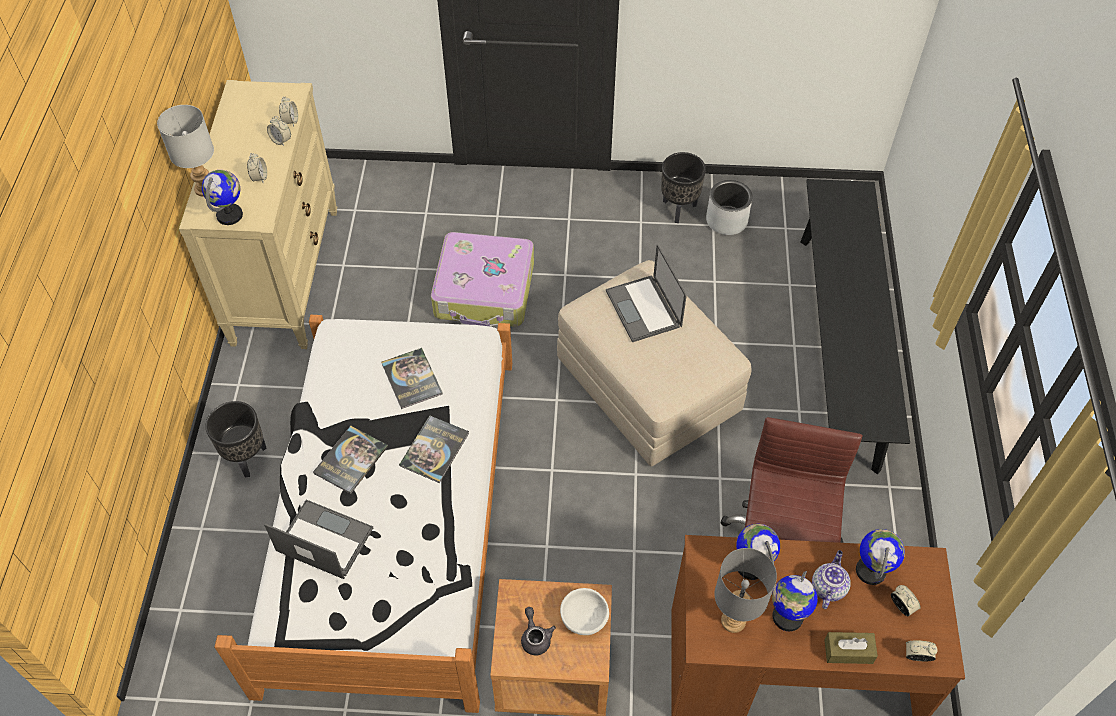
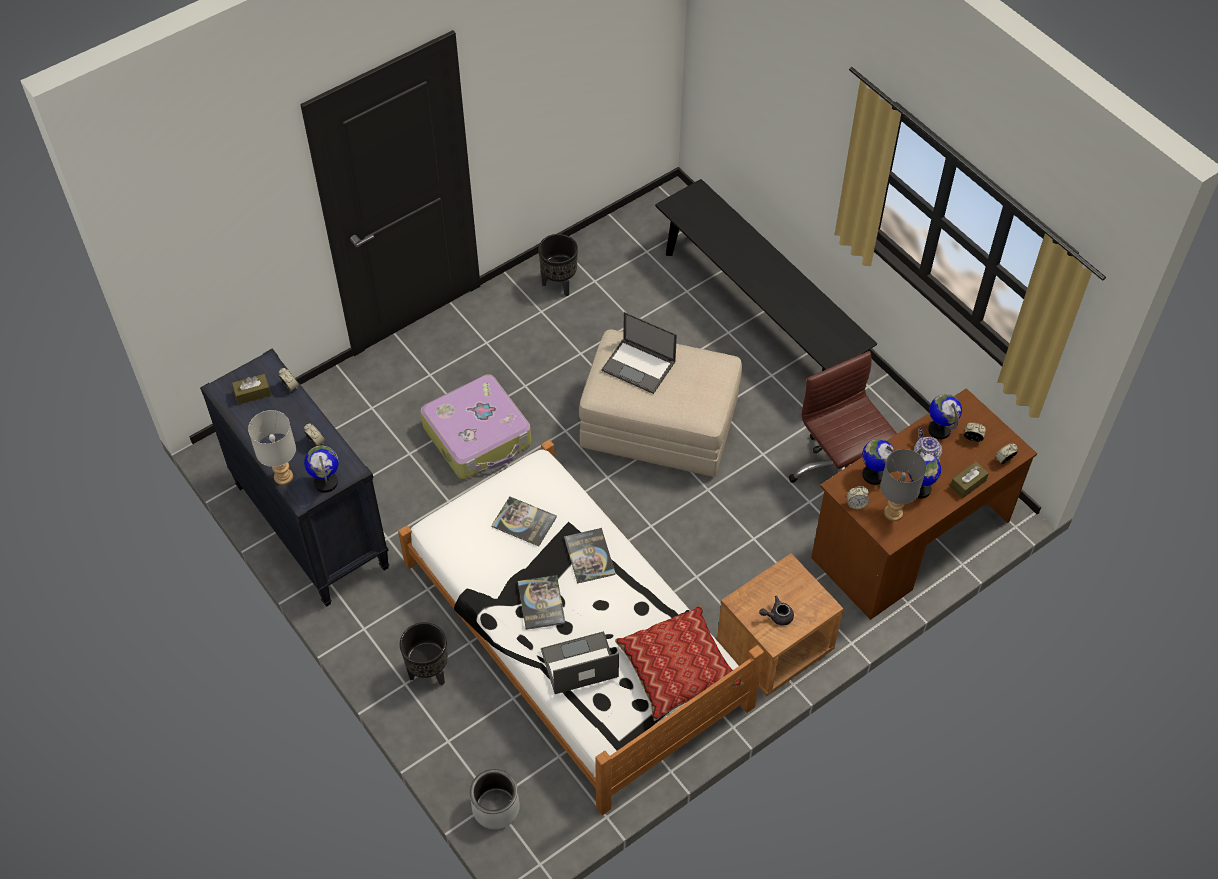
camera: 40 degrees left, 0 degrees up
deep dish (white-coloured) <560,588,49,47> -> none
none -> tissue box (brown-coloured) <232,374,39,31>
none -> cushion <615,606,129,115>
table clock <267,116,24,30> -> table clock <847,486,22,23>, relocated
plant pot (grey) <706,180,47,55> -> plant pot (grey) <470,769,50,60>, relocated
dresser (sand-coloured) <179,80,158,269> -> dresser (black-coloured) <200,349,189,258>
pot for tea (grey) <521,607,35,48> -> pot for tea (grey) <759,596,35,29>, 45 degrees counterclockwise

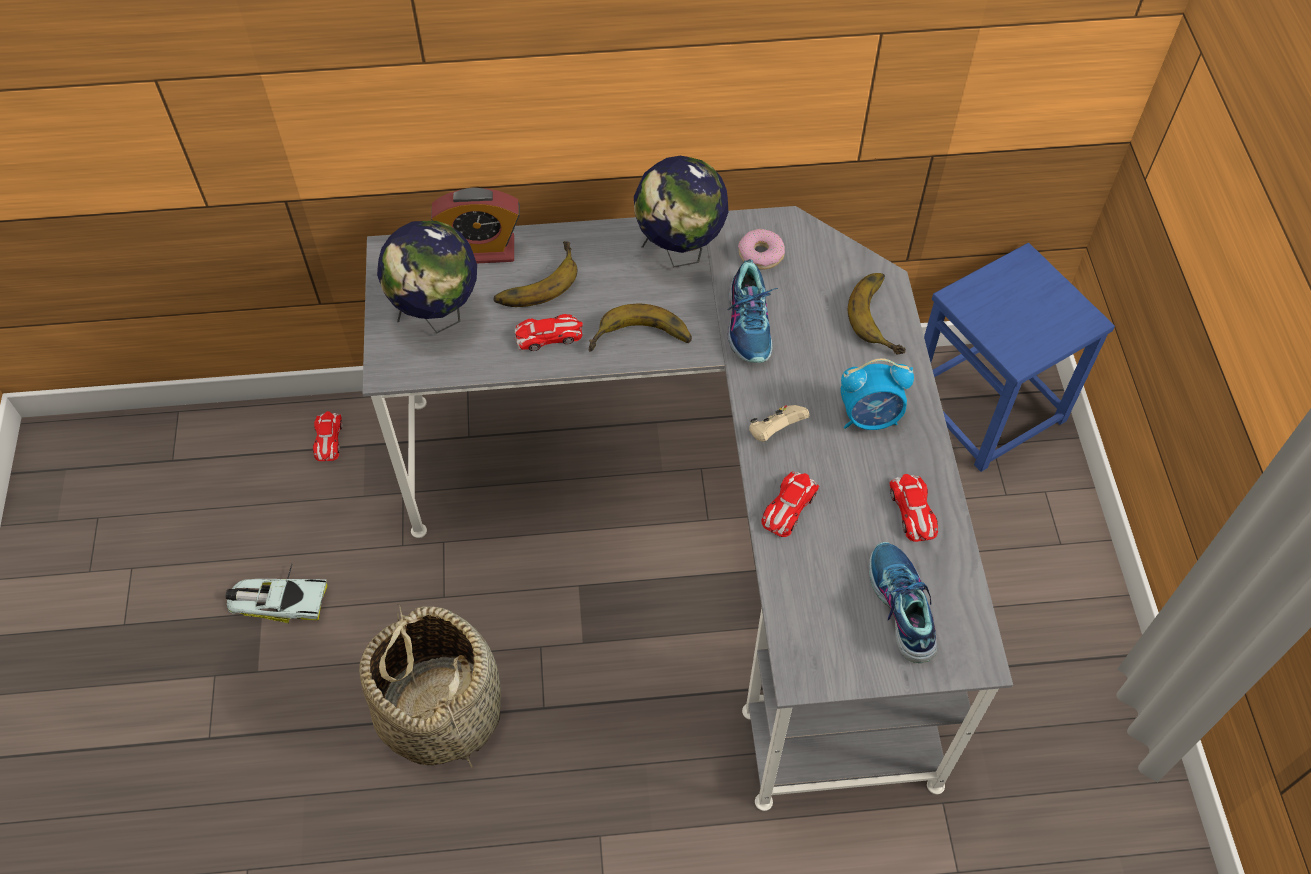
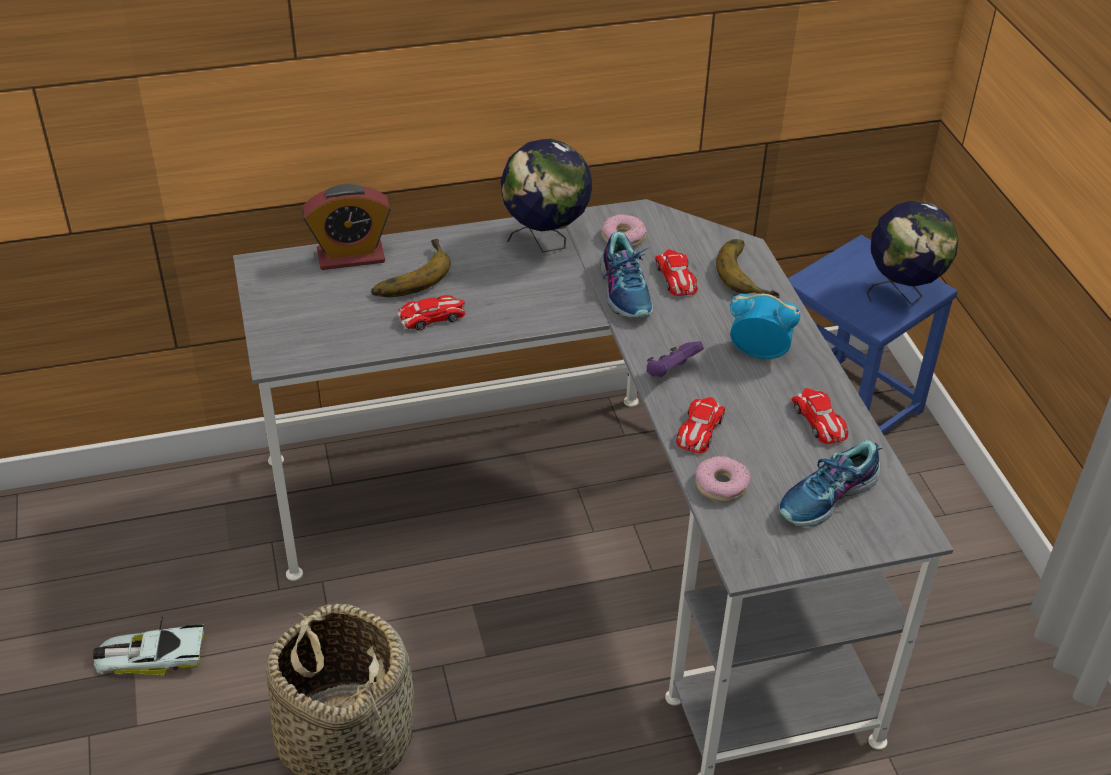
camera: 10 degrees left, 15 degrees down
banana <589,304,103,48> -> none
none -> doughnut <695,456,55,46>
toy car <313,411,29,50> -> toy car <655,249,43,47>, relocated
globe <377,221,100,112> -> globe <867,200,91,105>, relocated
game controller (sand-coloured) <749,405,60,37> -> game controller (purple-coloured) <646,341,58,37>
table clock <841,358,73,72> -> table clock <730,294,70,65>, 150 degrees counterclockwise
item of footwear <869,542,68,121> -> item of footwear <779,440,103,87>, 105 degrees counterclockwise

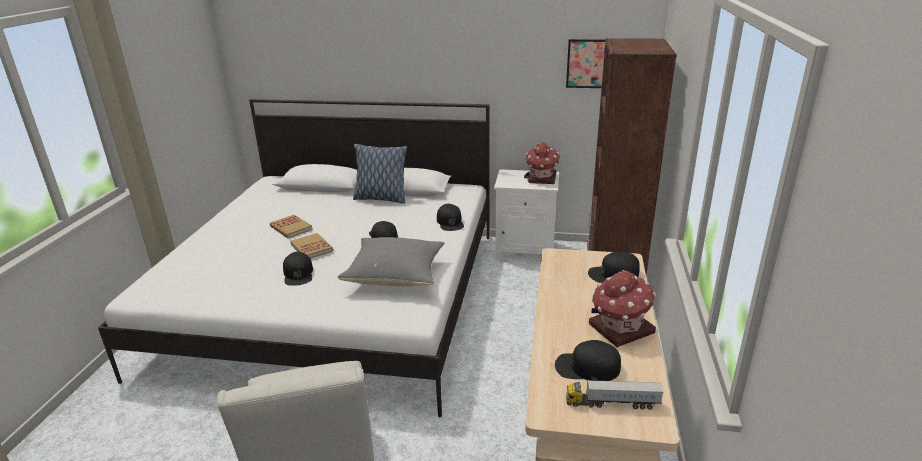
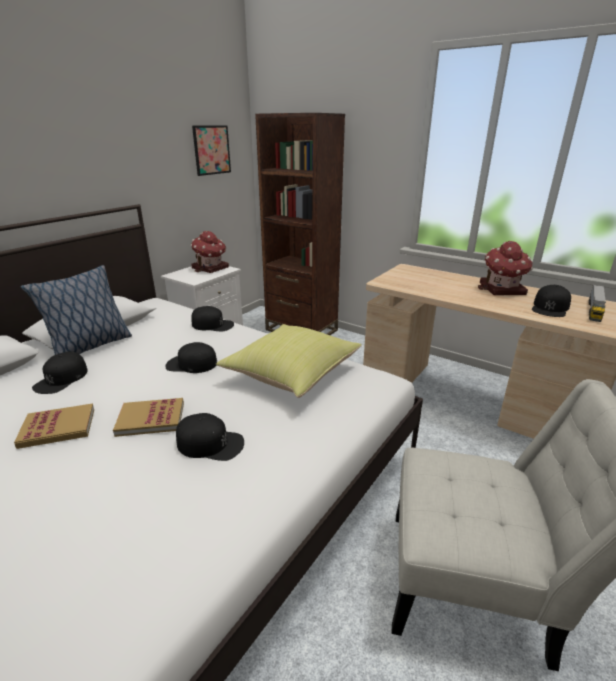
camera: 65 degrees left, 0 degrees up
baseball cap (black-coloured) <588,251,52,32> -> baseball cap (black-coloured) <32,351,56,43>, relocated
cushion (grey) <337,237,108,49> -> cushion (yellow) <216,324,146,74>

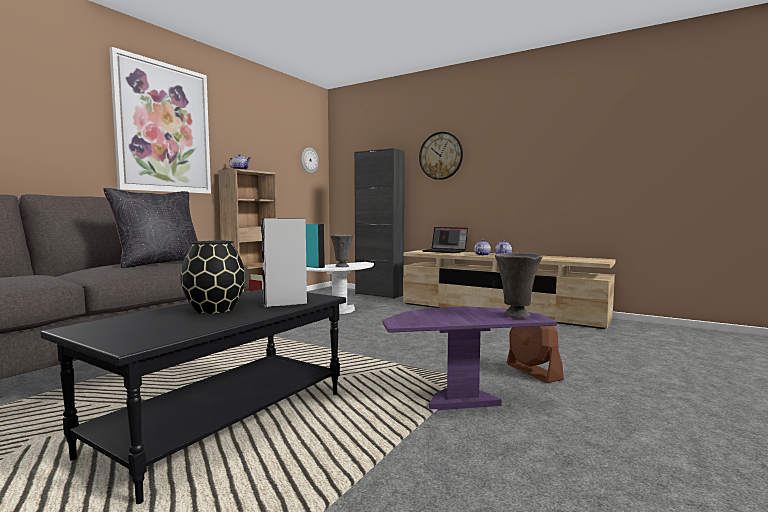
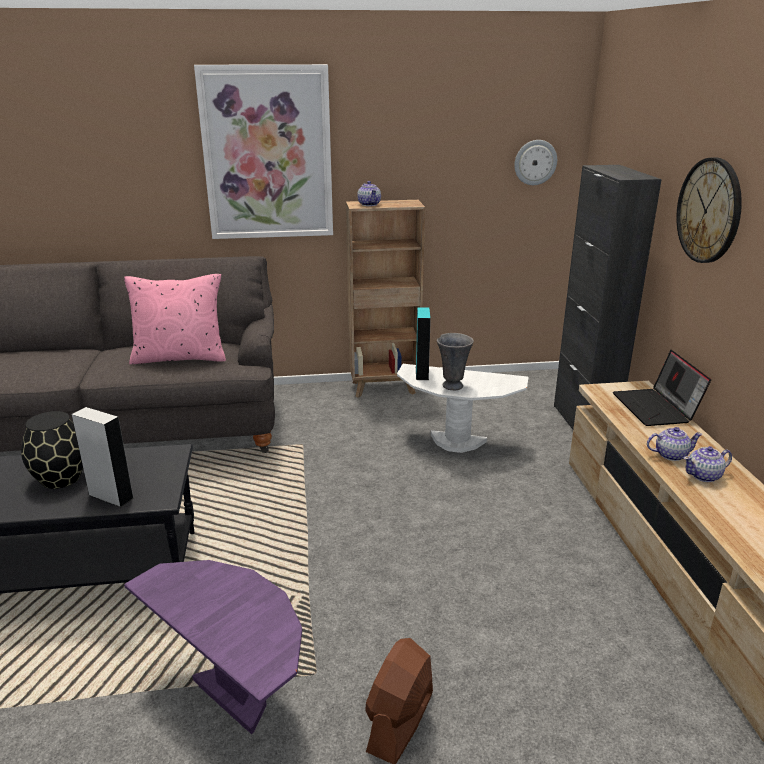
camera: 50 degrees right, 20 degrees up
decorative vase (grey) <495,253,48,65> -> none
cushion (black-coloured) <103,188,95,80> -> cushion (pink) <124,274,102,90>

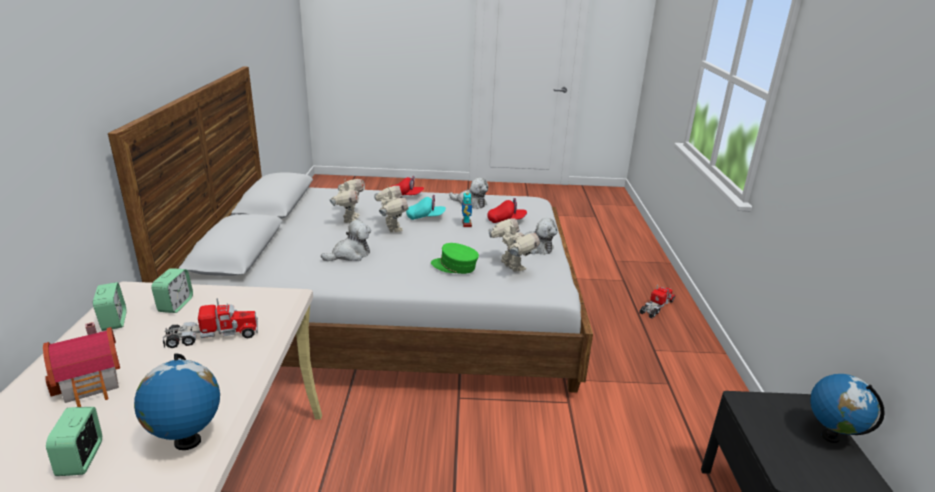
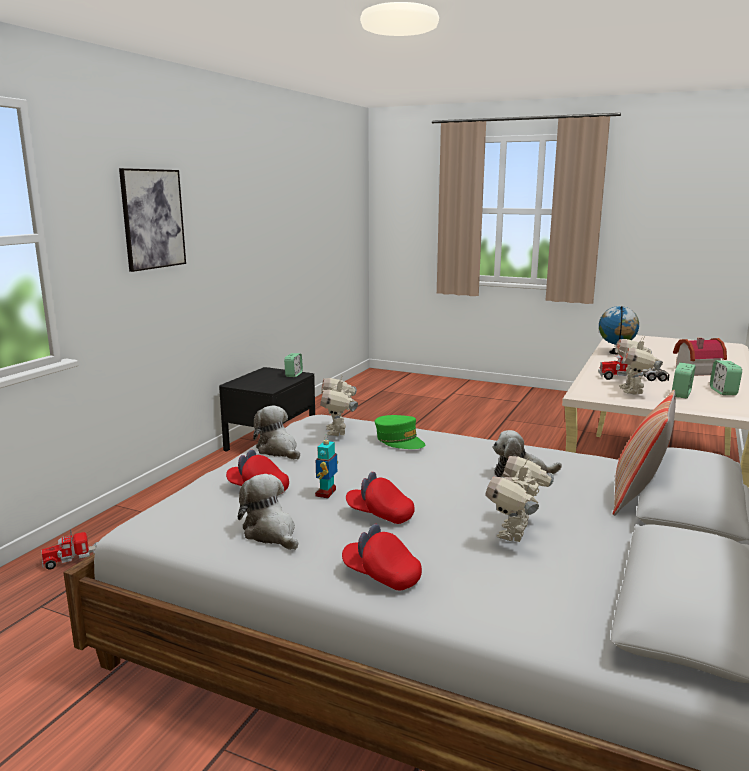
camera: 155 degrees left, 10 degrees down
globe <810,374,75,69> -> none
none -> wall art <119,168,67,104>
none -> cushion <613,389,63,127>
table clock <46,407,56,69> -> table clock <284,353,19,24>, relocated
robot figure <374,186,34,46> -> robot figure <615,336,48,59>, relocated
baseball cap (turquoise) <406,195,40,25> -> baseball cap (red) <346,472,69,52>

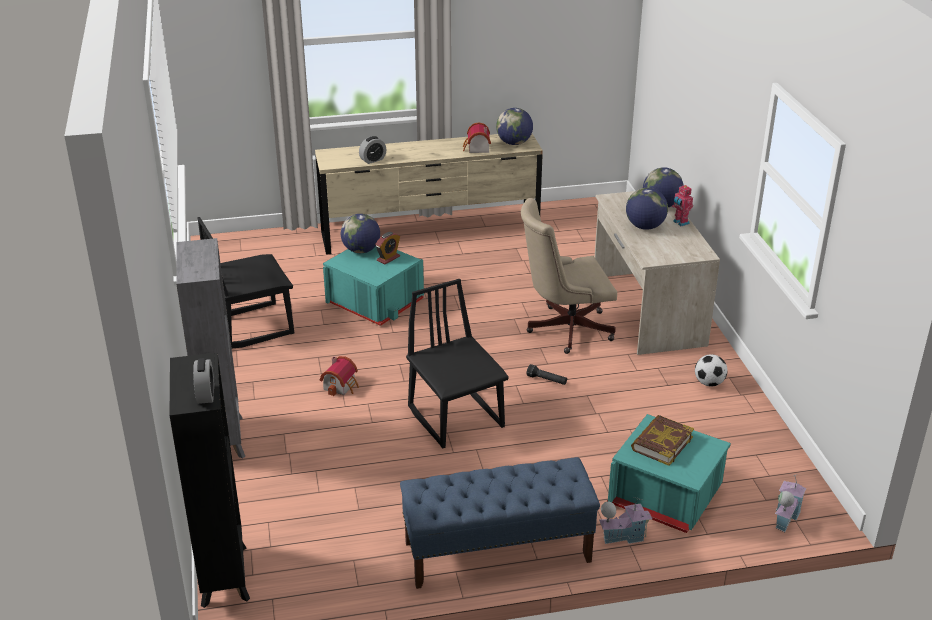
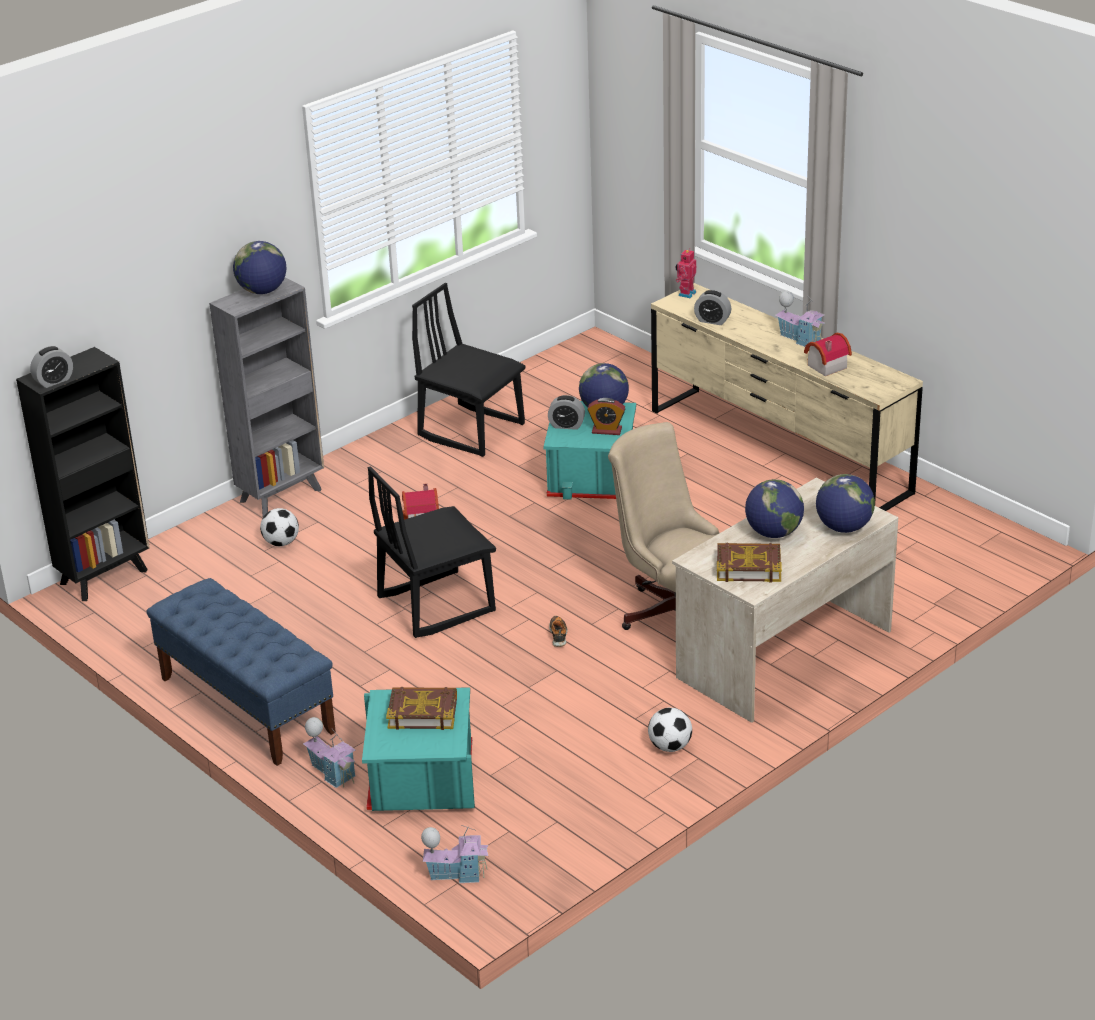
camera: 60 degrees right, 0 degrees up
none -> football ball <260,508,39,38>
none -> table clock <548,395,37,35>
none -> volume <717,542,65,40>
none -> model house <776,291,50,56>
globe <496,108,37,37> -> globe <233,241,54,53>, relocated
robot figure <672,184,21,42> -> robot figure <676,250,20,48>, relocated
flashlight (black-coloured) <527,364,40,21> -> item of footwear <549,616,18,31>
chair (black-coloured) <406,279,103,170> -> chair (black-coloured) <368,466,128,172>, 150 degrees counterclockwise

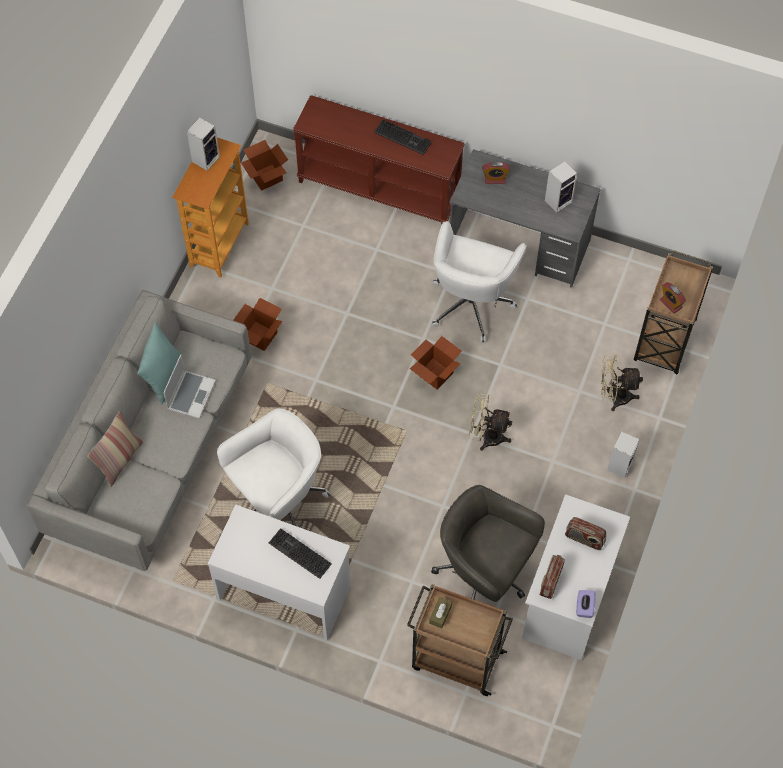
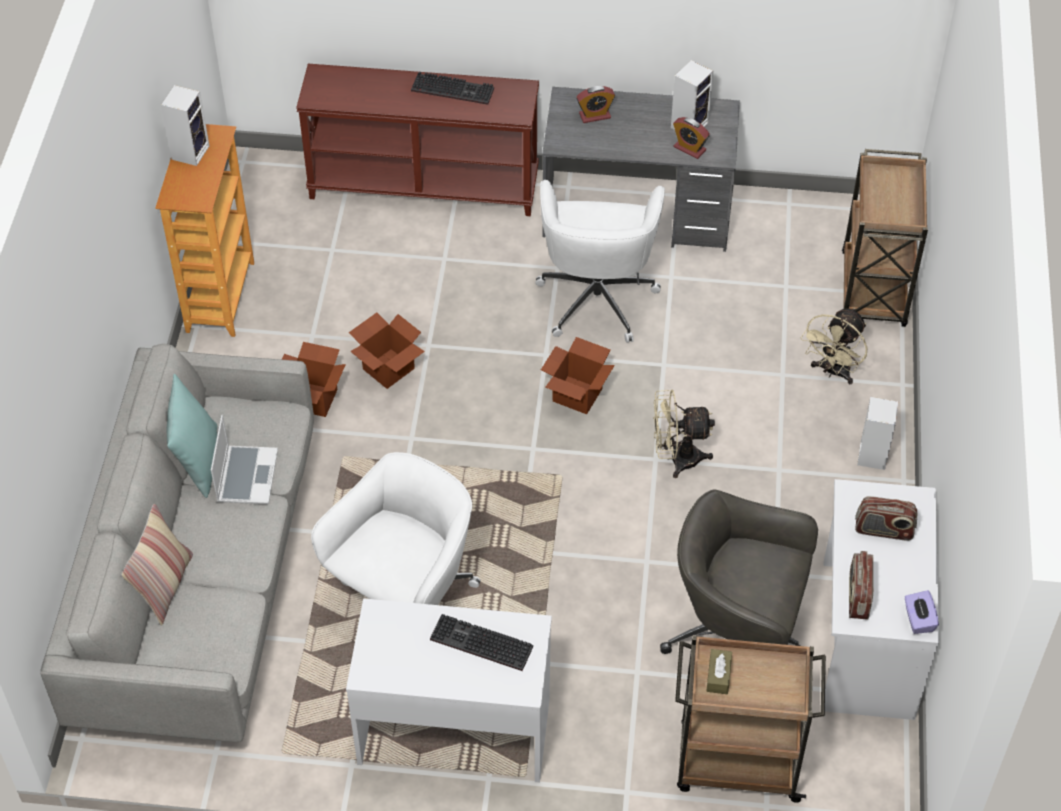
camera: 15 degrees left, 10 degrees down
packing box <241,140,47,51> -> packing box <349,313,76,76>, relocated
table clock <660,282,26,32> -> table clock <673,117,37,42>, relocated
electric fan (sand-coloured) <601,355,42,56> -> electric fan (sand-coloured) <801,308,67,76>, 45 degrees counterclockwise

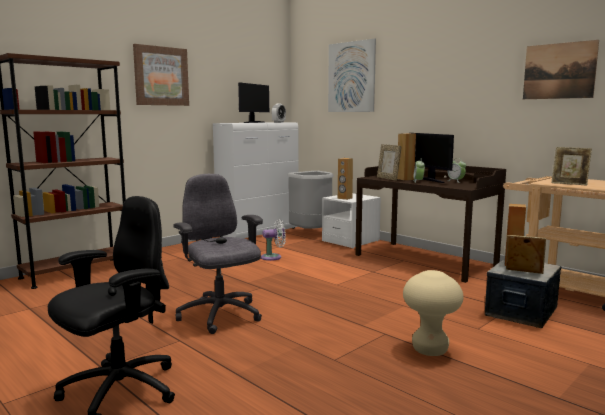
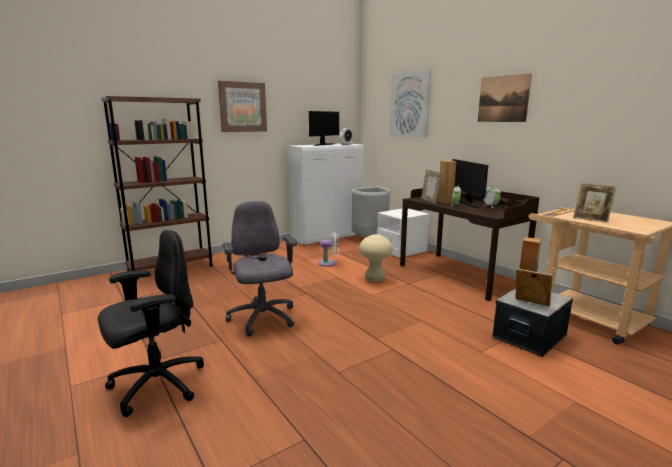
camera: 10 degrees right, 5 degrees up
speaker (brown-coloured) <338,158,15,42> -> none
stool seat (sand-coloured) <403,270,60,86> -> stool seat (sand-coloured) <359,234,34,48>, relocated
wall art <523,40,76,59> -> wall art <478,73,54,49>, relocated

